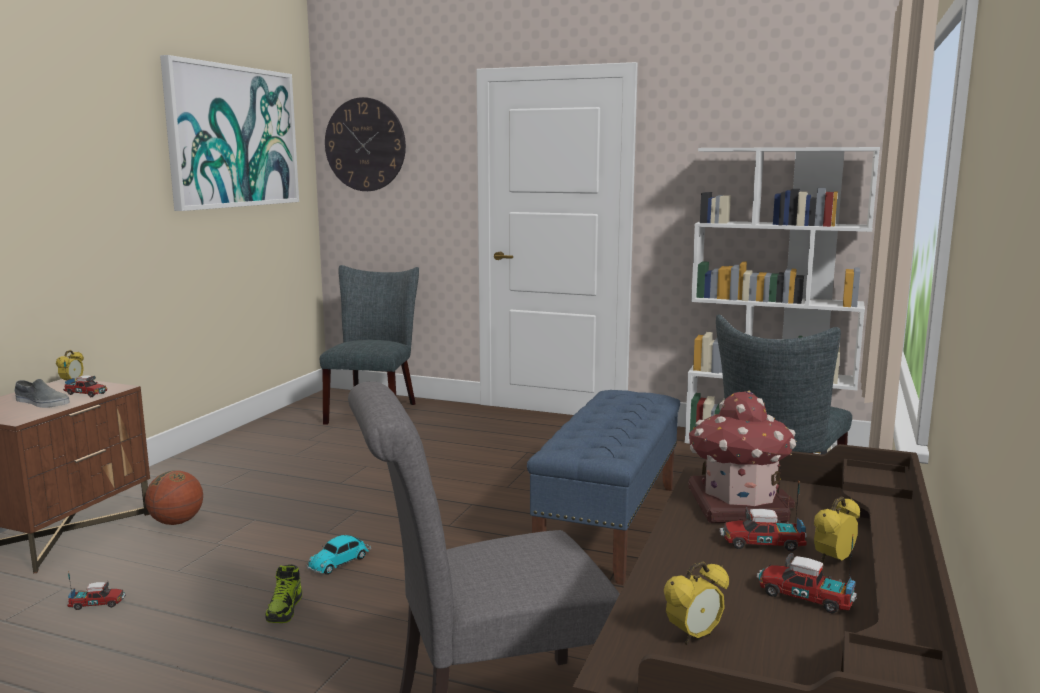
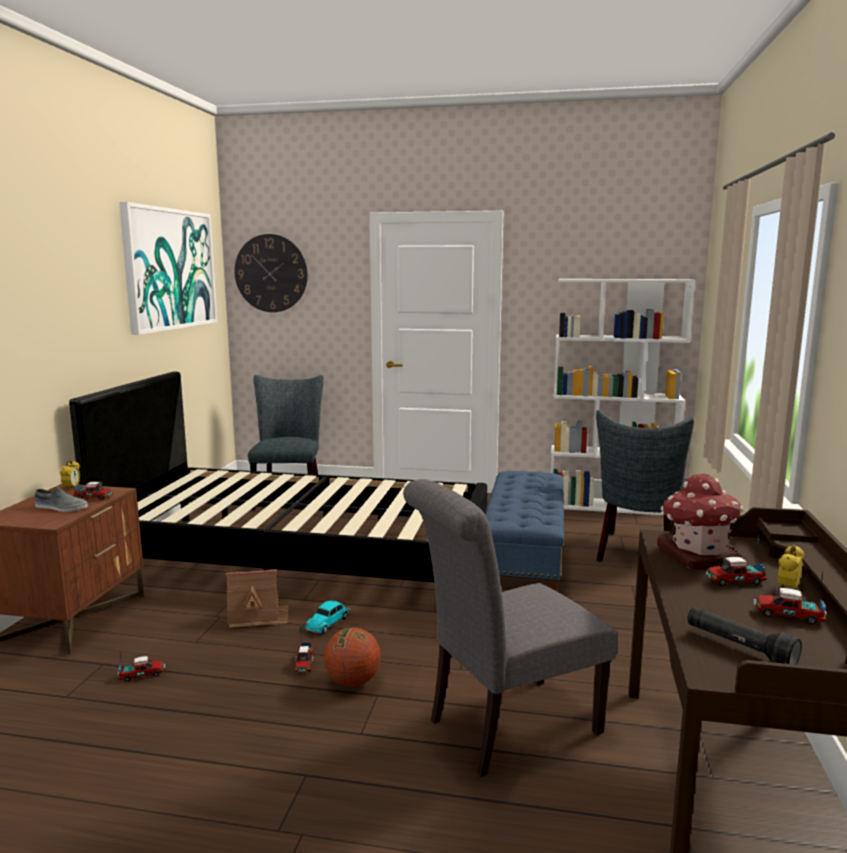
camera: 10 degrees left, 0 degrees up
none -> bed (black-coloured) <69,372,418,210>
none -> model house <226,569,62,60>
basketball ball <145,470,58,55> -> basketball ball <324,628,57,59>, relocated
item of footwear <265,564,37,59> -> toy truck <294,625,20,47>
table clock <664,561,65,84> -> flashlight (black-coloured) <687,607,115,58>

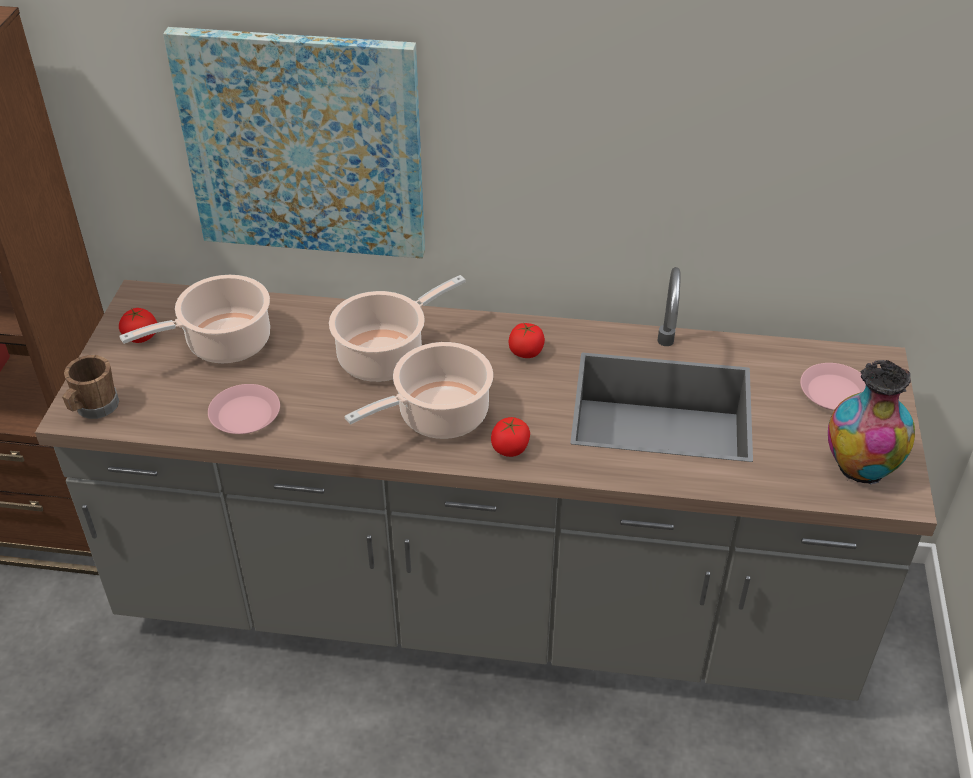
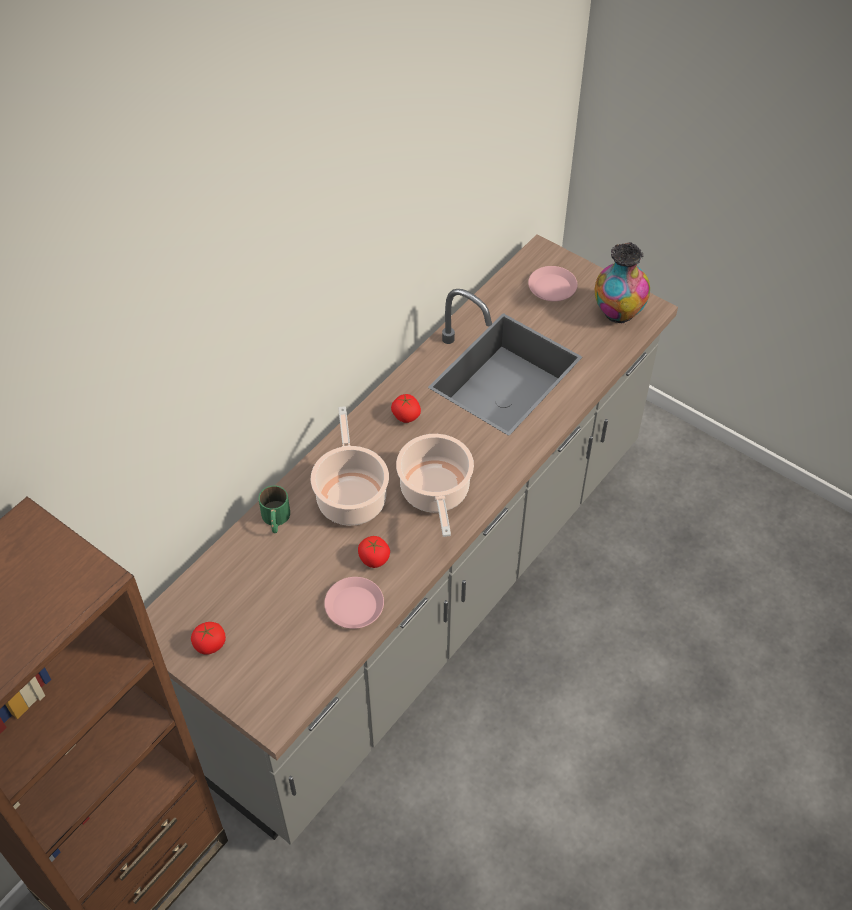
camera: 60 degrees left, 10 degrees up
coffee mug (brown-coloured) <62,355,57,64> -> none
saucepot <119,275,151,88> -> none
wall art <163,27,262,232> -> none
none -> coffee mug (greenish) <259,485,31,48>
tomato <491,417,39,40> -> tomato <358,536,32,32>, relocated

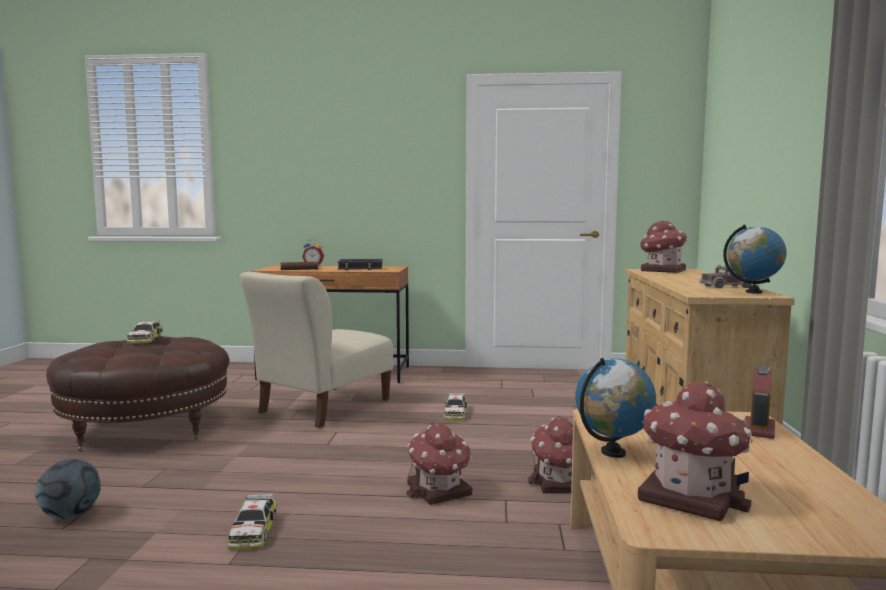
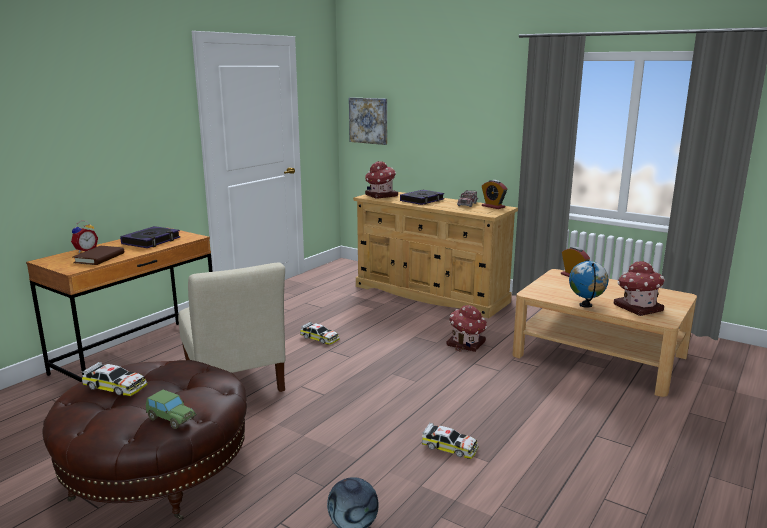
camera: 60 degrees left, 10 degrees up
model house <407,423,66,82> -> none
none -> toy car <146,390,51,39>
none -> wall art <349,97,38,48>
none -> volume <400,190,44,15>
globe <723,225,64,69> -> table clock <482,180,25,29>

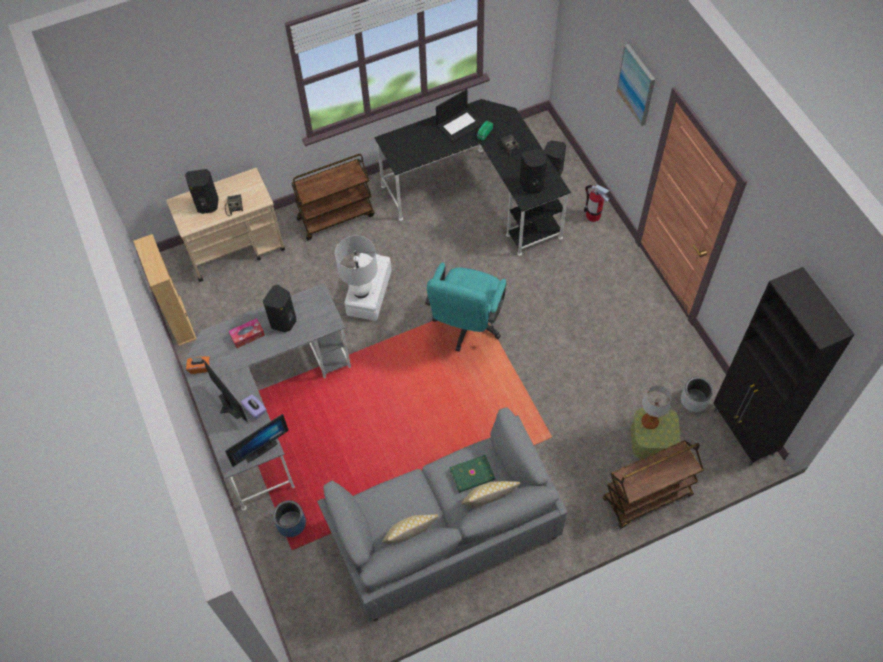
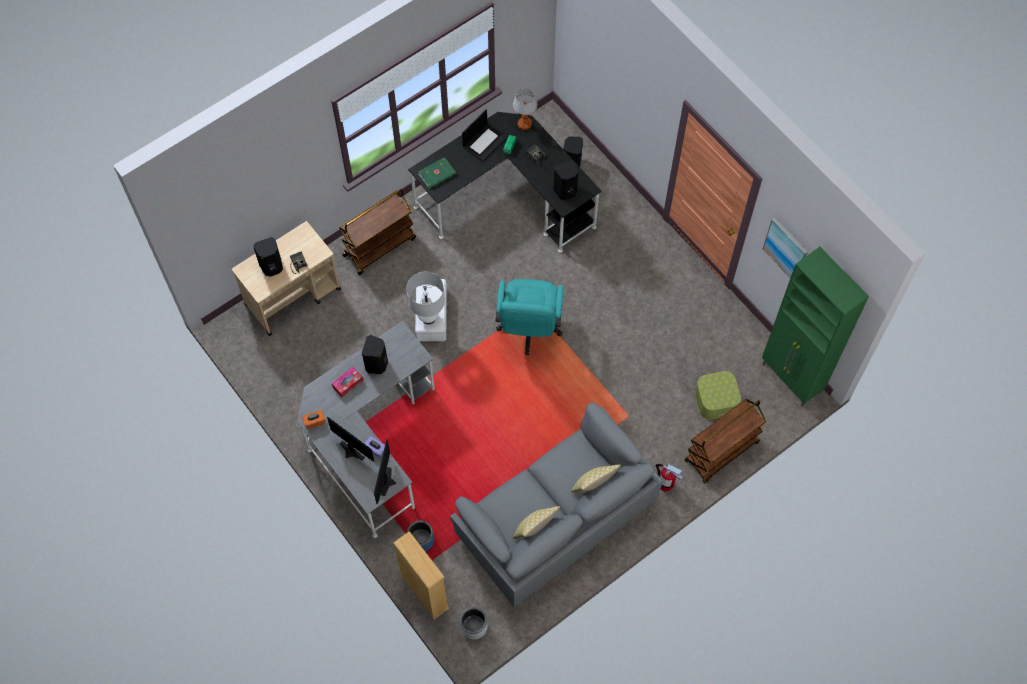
camera: 15 degrees left, 5 degrees up
bookshelf (sand-coloured) <133,234,63,112> -> bookshelf (sand-coloured) <393,531,56,88>, relocated
volume (greenish) <449,455,46,38> -> volume (greenish) <418,157,38,32>, relocated
fire-fighting cylinder <584,185,25,37> -> fire-fighting cylinder <656,464,27,28>, relocated
wall art <616,44,39,82> -> wall art <763,218,45,60>, relocated
lamp for a table <641,385,30,44> -> lamp for a table <513,88,24,42>, relocated
plant pot (grey) <681,377,32,35> -> plant pot (grey) <460,607,27,33>, relocated
cupboard (black-coloured) <713,267,142,199> -> cupboard (greenish) <762,247,107,160>
computer display <225,414,64,53> -> computer display <374,439,22,65>, 150 degrees clockwise

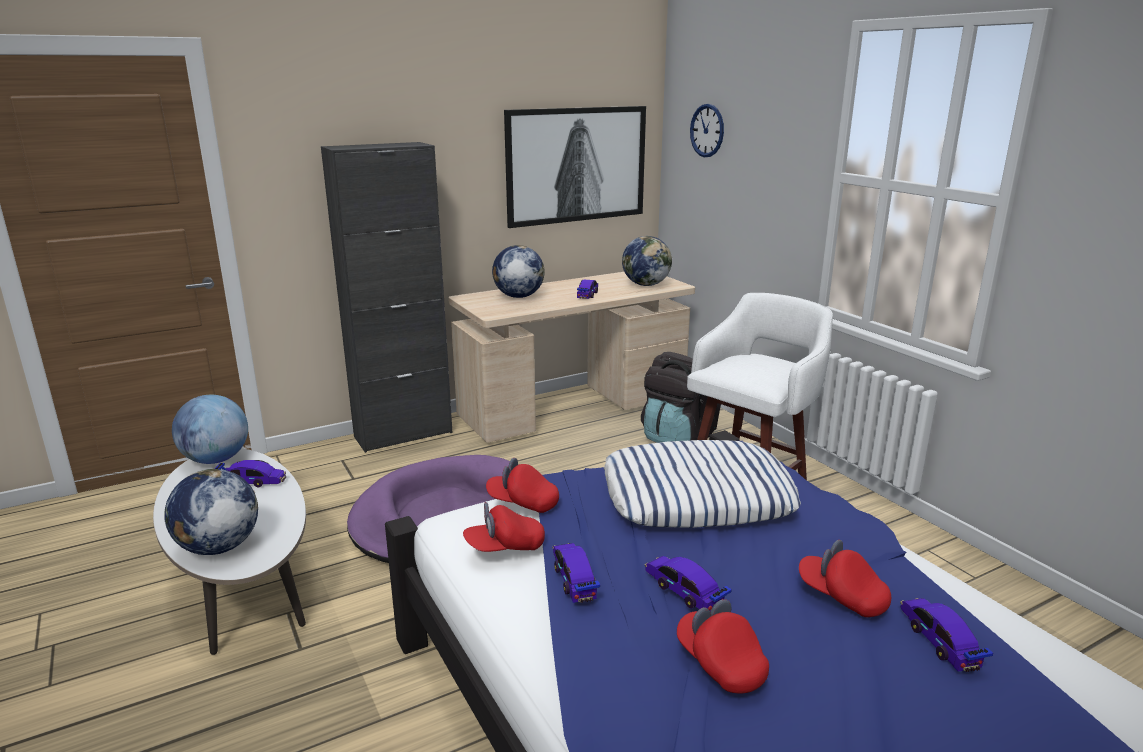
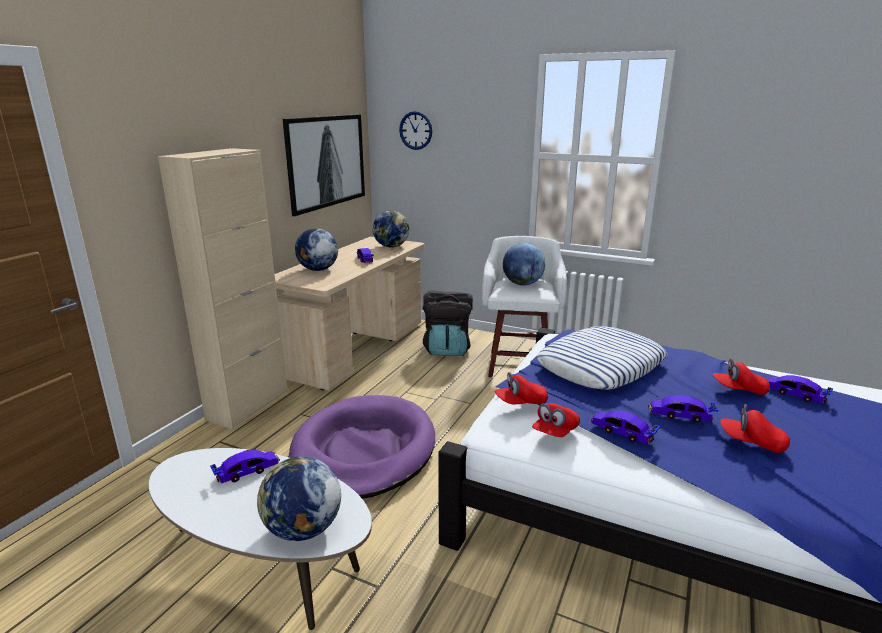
camera: 35 degrees left, 0 degrees up
globe <172,395,76,69> -> globe <503,243,42,42>, relocated
cupboard (black-coloured) <321,142,132,311> -> cupboard (sand-coloured) <158,148,130,281>

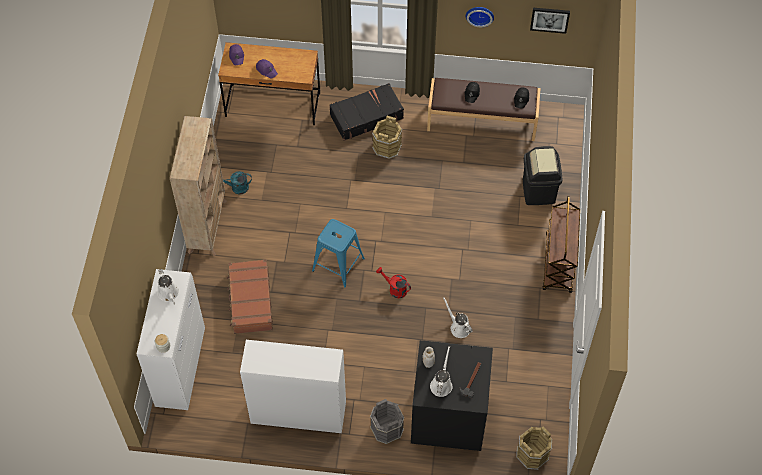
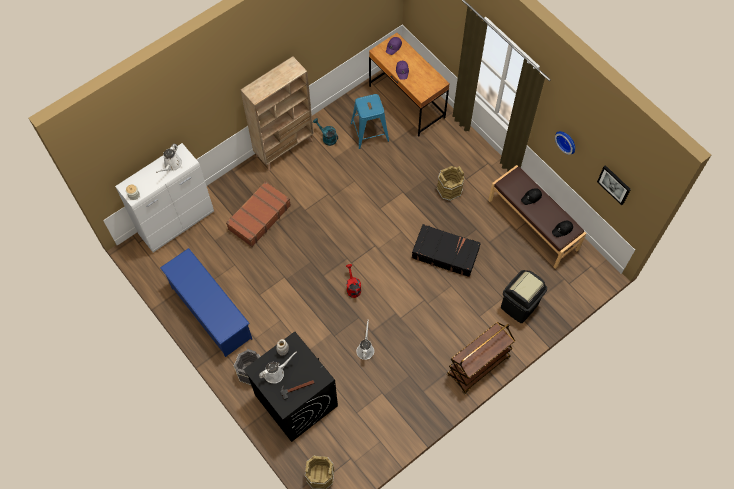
camera: 45 degrees right, 5 degrees up
stool seat (bluish) <312,219,53,69> -> stool seat (bluish) <351,94,38,55>, relocated
suitcase (black-coloured) <329,83,75,58> -> suitcase (black-coloured) <412,224,69,53>, relocated
cupboard (white-coloured) <240,340,106,93> -> shoe shelf (bluish) <160,248,92,109>

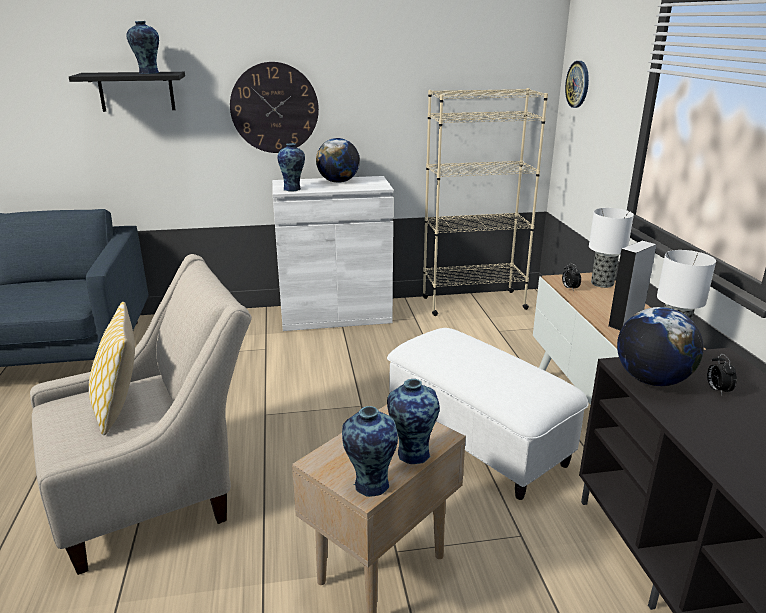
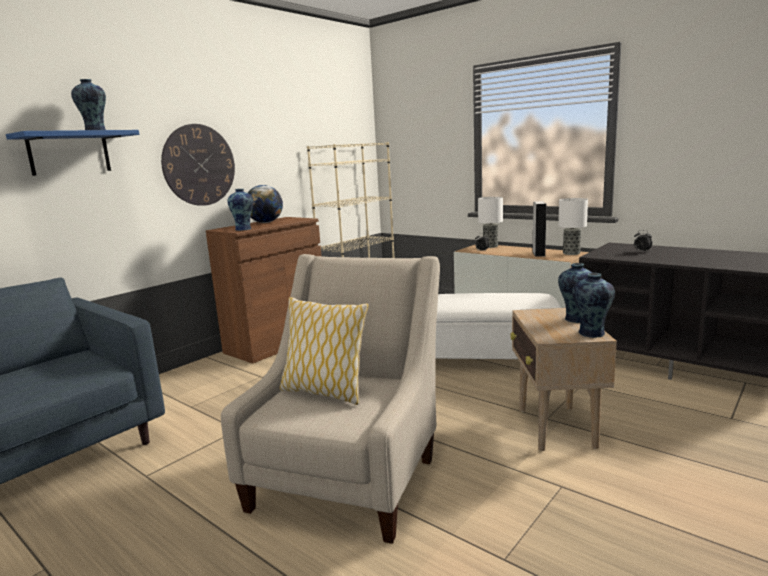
camera: 40 degrees left, 10 degrees down
hanging clock <565,61,24,47> -> none
globe <617,307,86,79> -> none
shelf (black-coloured) <69,72,116,40> -> shelf (bluish) <6,130,133,46>
cupboard (white-coloured) <272,176,121,155> -> cupboard (brown-coloured) <206,217,115,147>

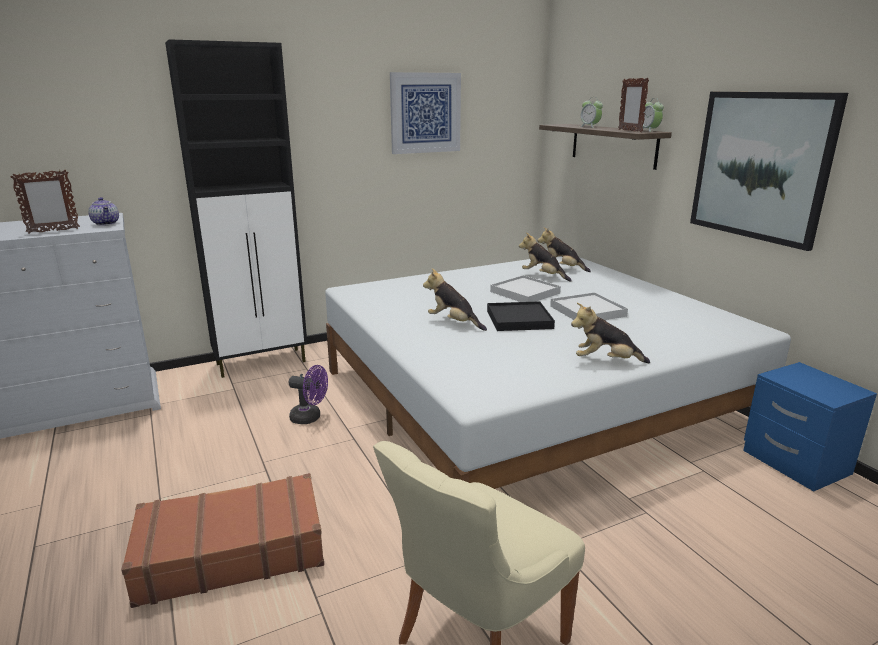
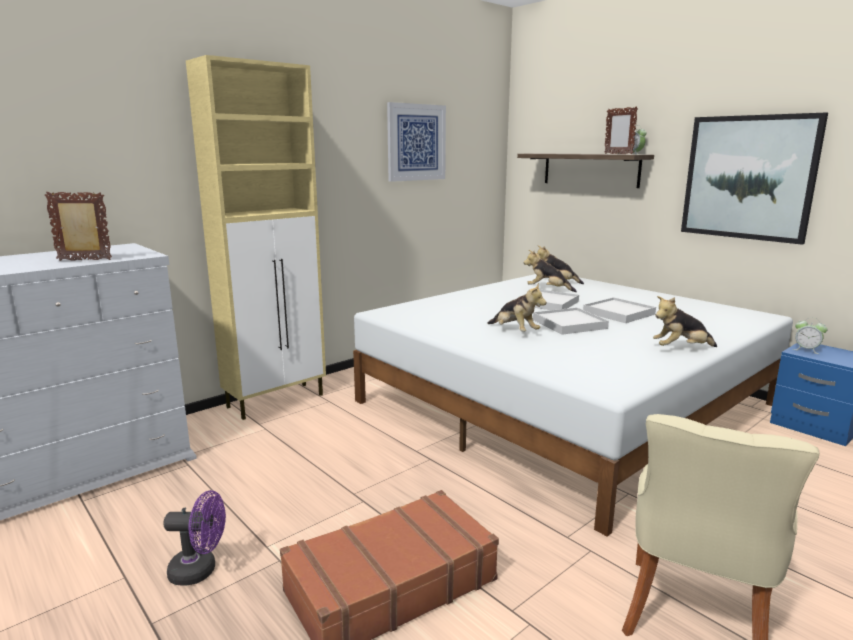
camera: 15 degrees left, 5 degrees down
pot for tea <88,197,31,29> -> none
electric fan (purple-coloured) <289,365,39,59> -> electric fan (purple-coloured) <163,490,63,96>, relocated
table clock <579,97,24,31> -> table clock <793,318,35,36>, relocated
cupboard (black-coloured) <165,39,142,339> -> cupboard (sand-coloured) <186,55,140,365>
serving tray (black-coloured) <487,301,68,30> -> serving tray (white-coloured) <533,308,76,27>
photo frame <10,170,70,64> -> photo frame <45,191,67,70>, 135 degrees counterclockwise
cuddly toy <423,268,64,63> -> cuddly toy <487,283,60,49>, 150 degrees counterclockwise

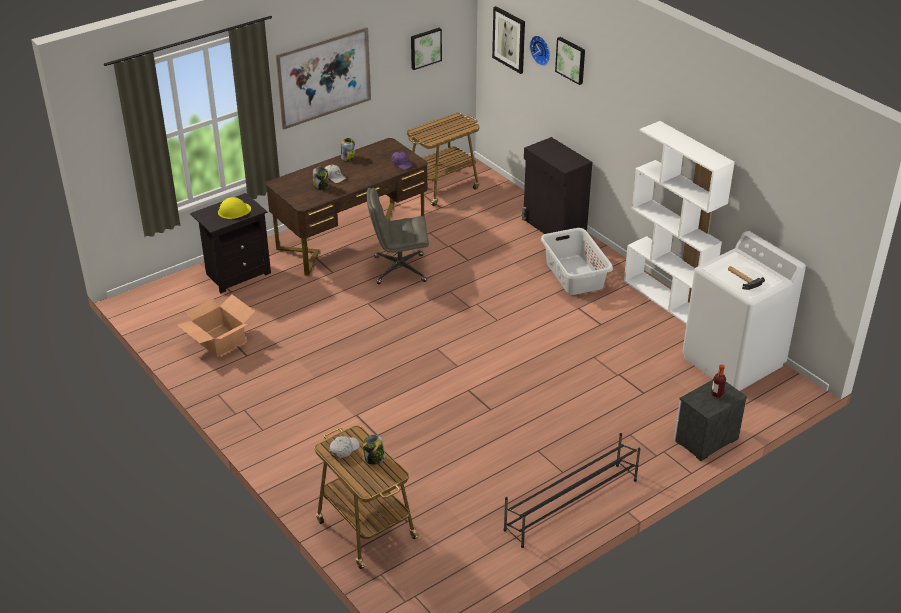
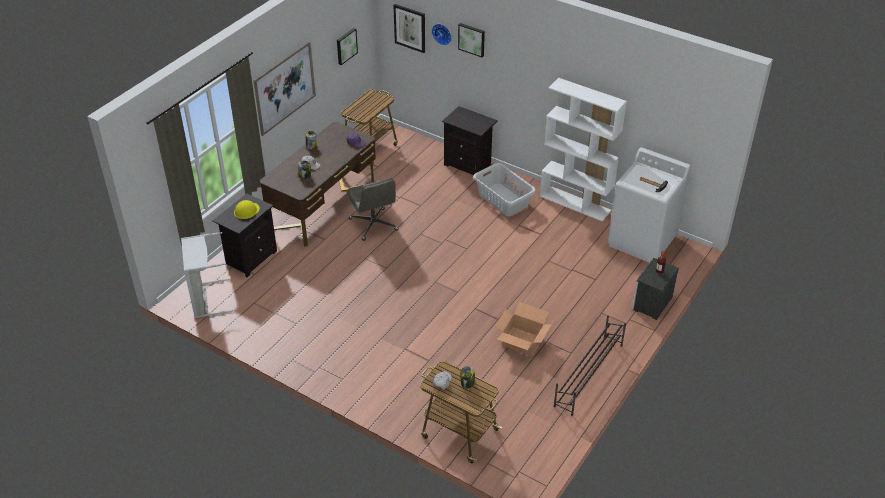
camera: 20 degrees left, 5 degrees up
none -> hamper (grey) <181,232,54,86>
packing box <177,295,78,62> -> packing box <495,302,57,54>, relocated
cupboard (black-coloured) <522,137,70,104> -> night table (black-coloured) <442,106,56,69>
office chair (grey) <367,188,62,96> -> office chair (grey) <347,178,52,63>, 90 degrees counterclockwise

